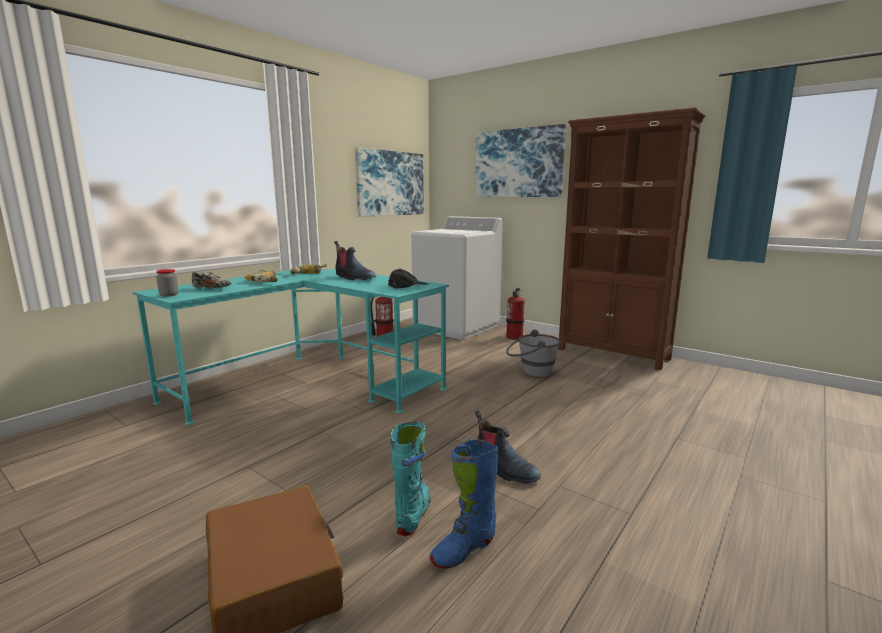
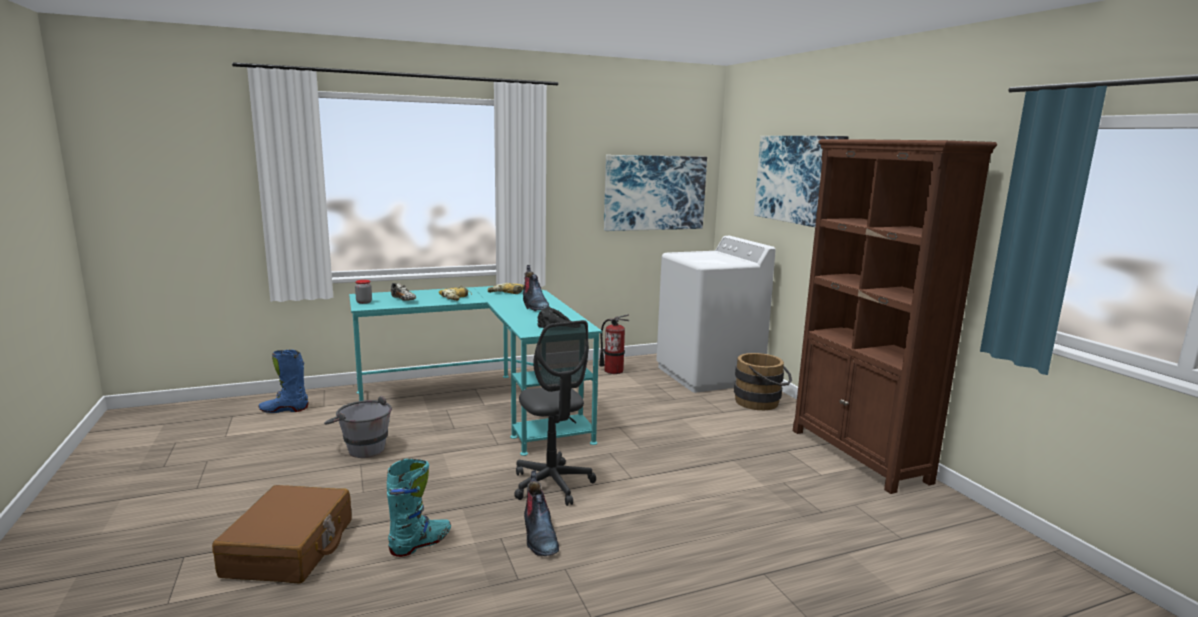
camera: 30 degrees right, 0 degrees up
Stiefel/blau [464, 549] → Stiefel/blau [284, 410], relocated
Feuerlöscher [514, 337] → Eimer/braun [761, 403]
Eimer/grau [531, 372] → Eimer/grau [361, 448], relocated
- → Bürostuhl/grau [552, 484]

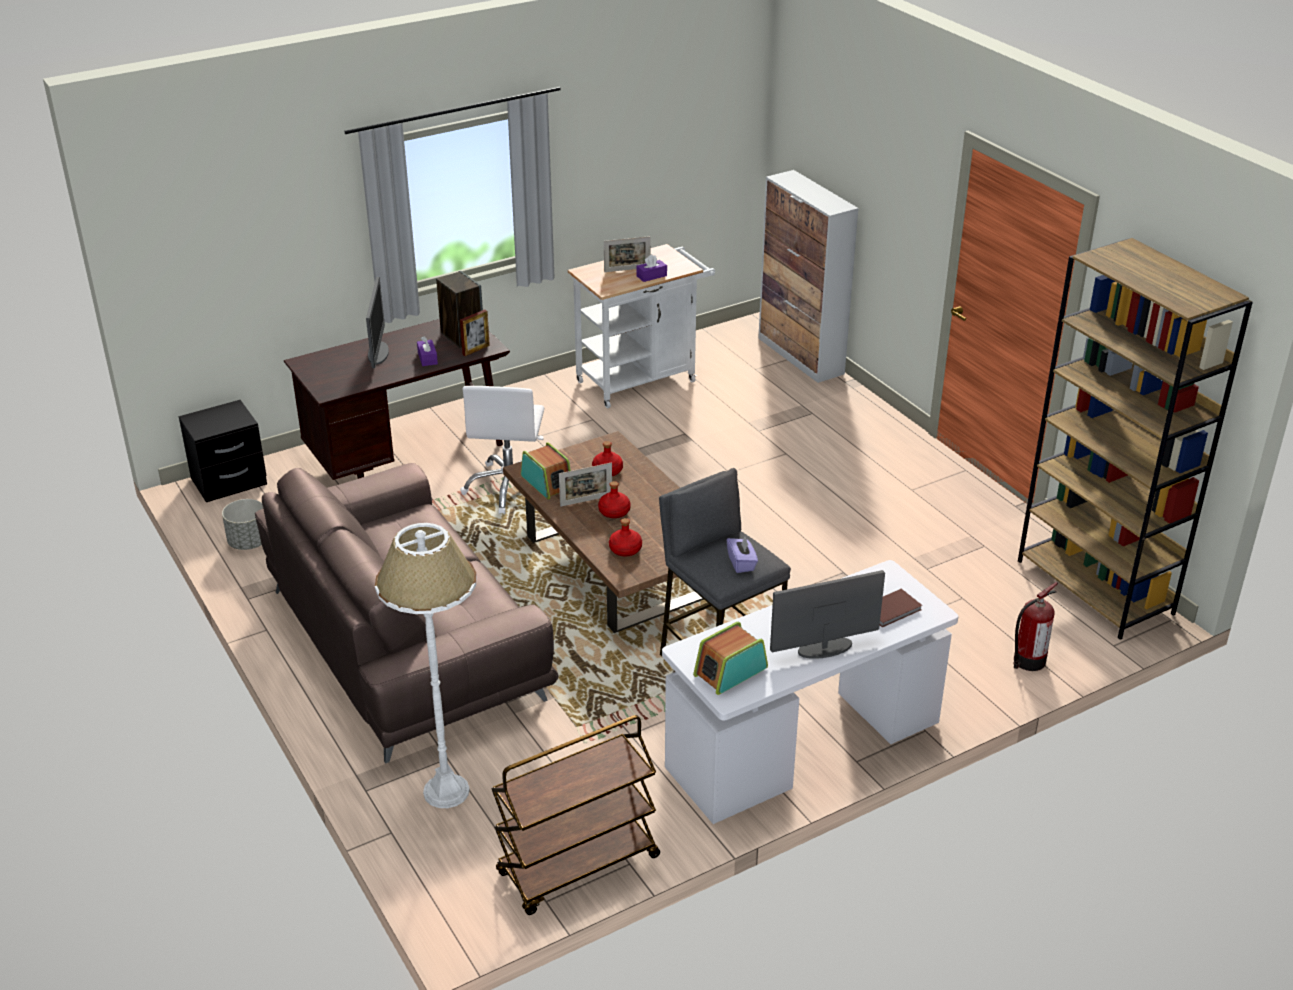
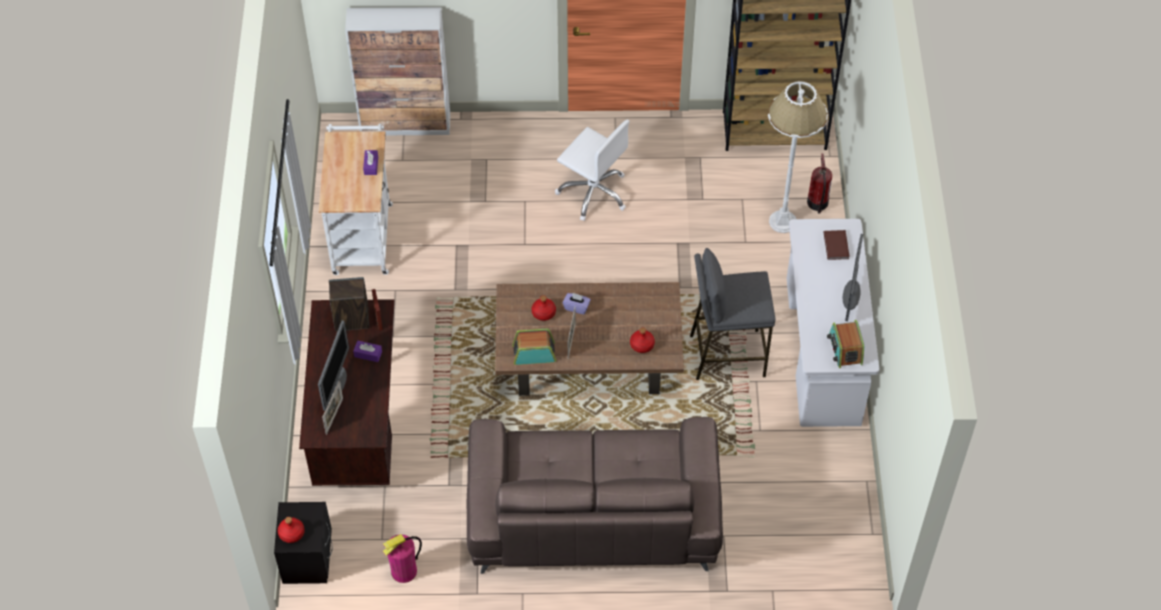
camera: 60 degrees left, 20 degrees up
Pflanzkübel/grau [248, 542] → Feuerlöscher [404, 571]
Monitor [378, 353] → Monitor [336, 382], 75 degrees clockwise
Stehlampe/weiß [446, 791] → Stehlampe/weiß [782, 221], relocated
Bürostuhl/weiß [510, 487] → Bürostuhl/weiß [593, 192], relocated
Rollwagen/braun [578, 867] → -
Flasche/rot [614, 512] → Flasche/rot [291, 533], relocated
Bilderrahmen [627, 269] → Bilderrahmen [334, 416], relocated
Taschentuchbox/lila [741, 563] → Taschentuchbox/lila [576, 307], relocated

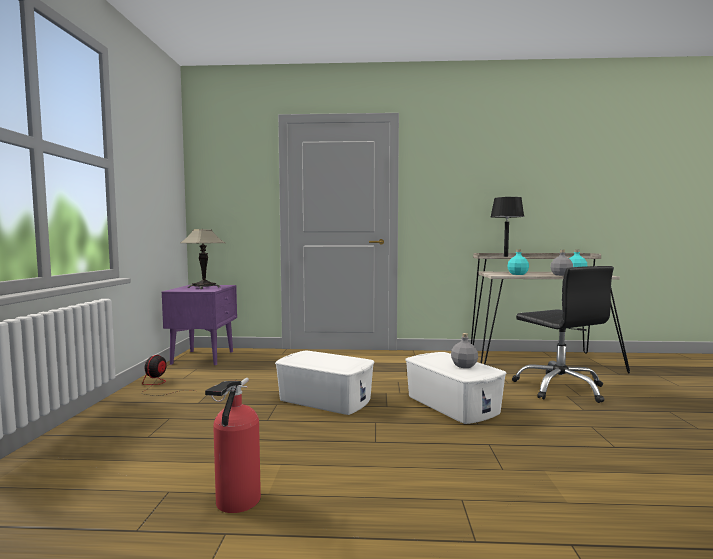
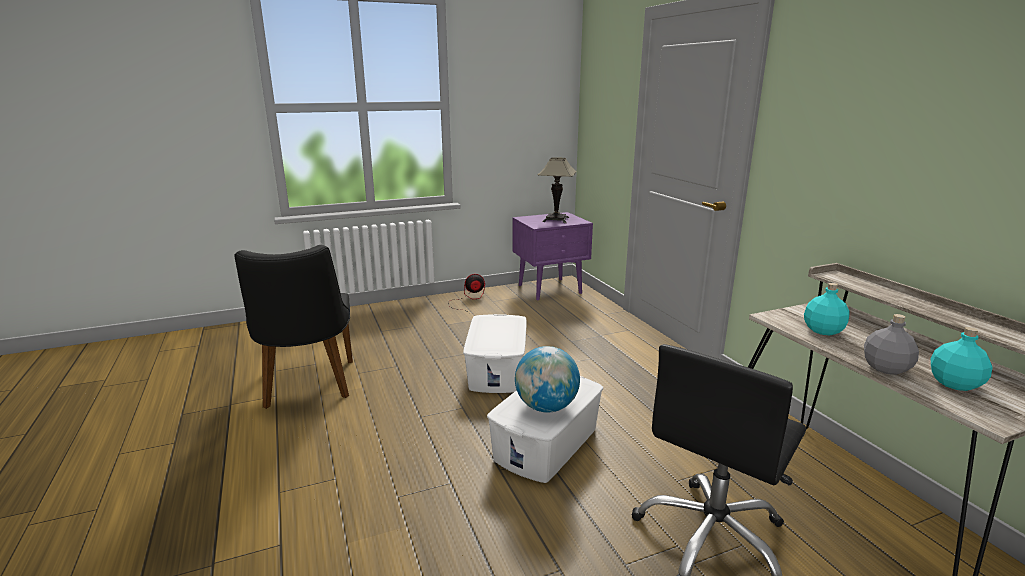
camera: 65 degrees right, 15 degrees up
Feuerlöscher [235, 503] → Stuhl/schwarz [307, 388]
Flasche/grau [464, 366] → Globus [546, 407]
Tischlampe/schwarz [505, 256] → -

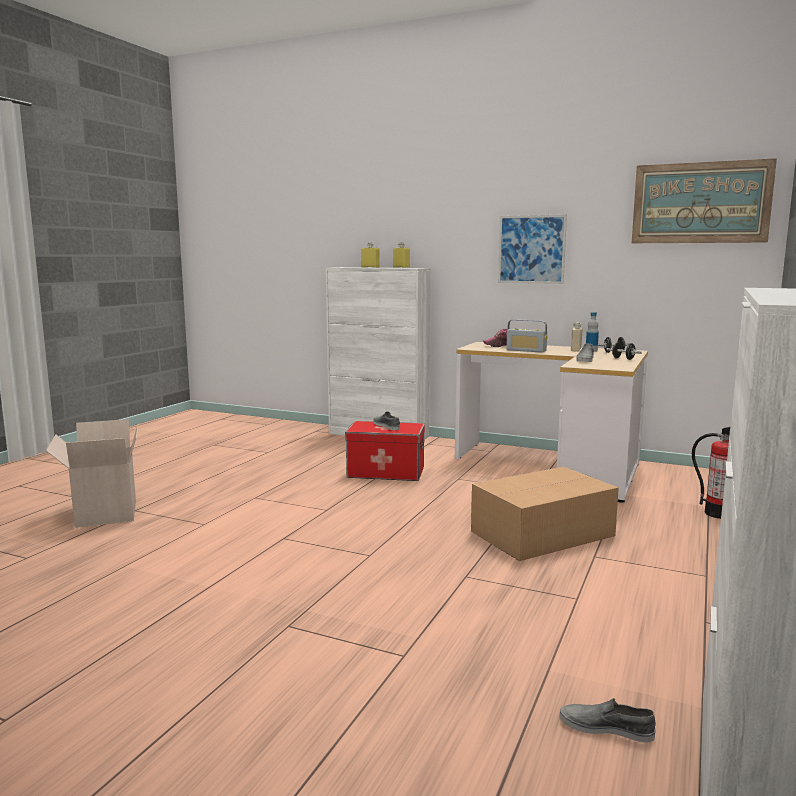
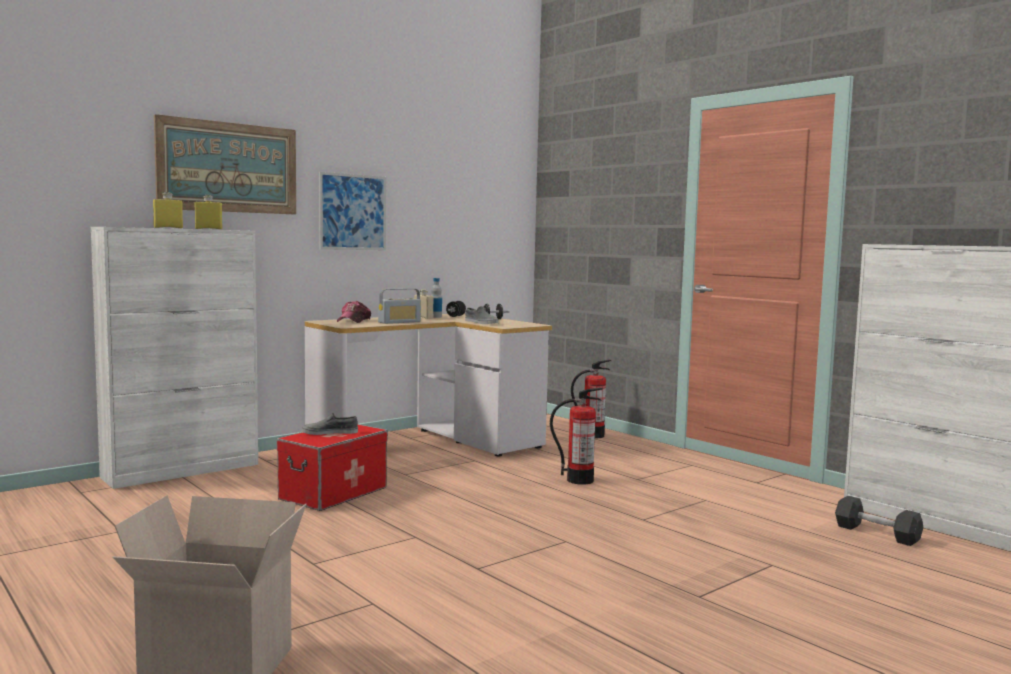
camera: 65 degrees left, 5 degrees down
Karton [544, 533] → Feuerlöscher [579, 480]
Schuh/grau [606, 727] → Hantel/grau [877, 534]
Bild [700, 203] → Bild [228, 167], relocated

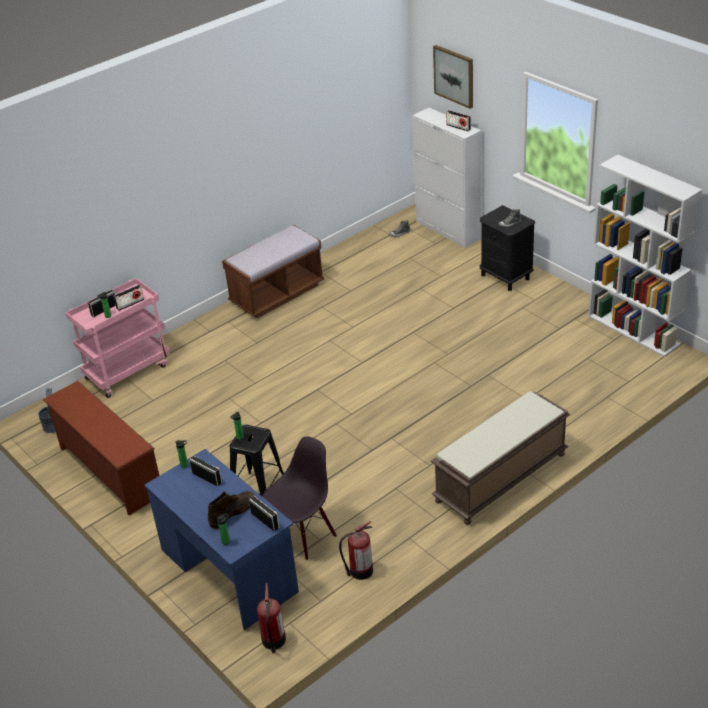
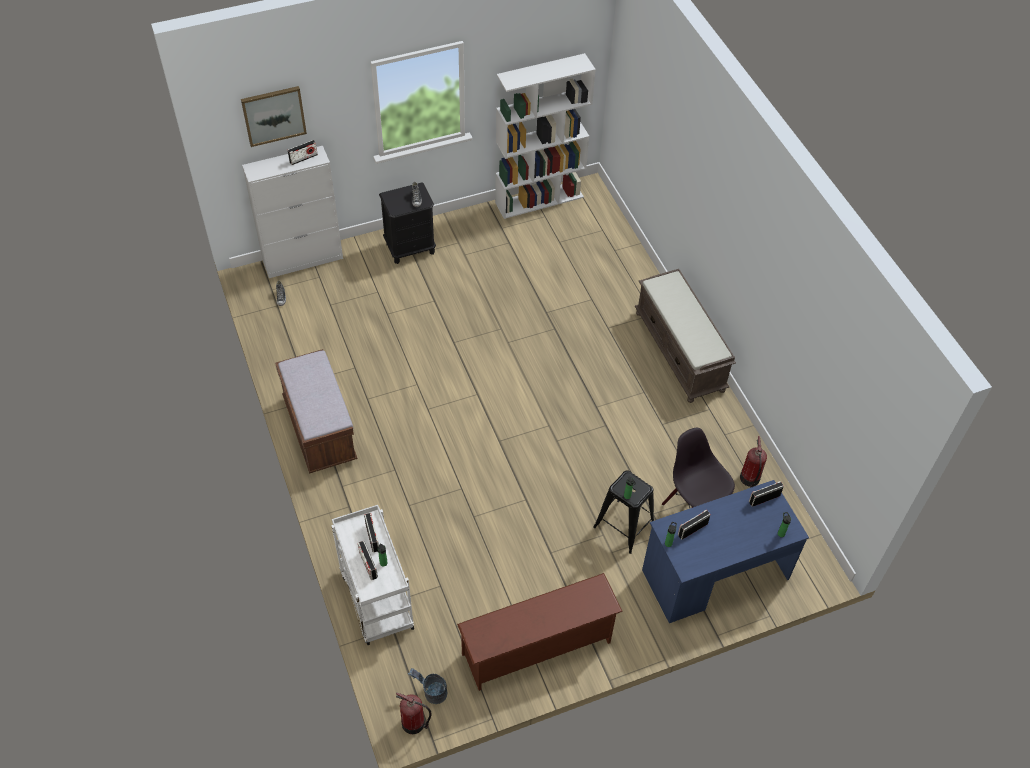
camera: 75 degrees left, 15 degrees up
Rollwagen/rosa [128, 371] → Rollwagen/weiß [375, 600]
Stiefel/braun [233, 512] → -
Feuerlöscher [273, 641] → Feuerlöscher [414, 723], relocated

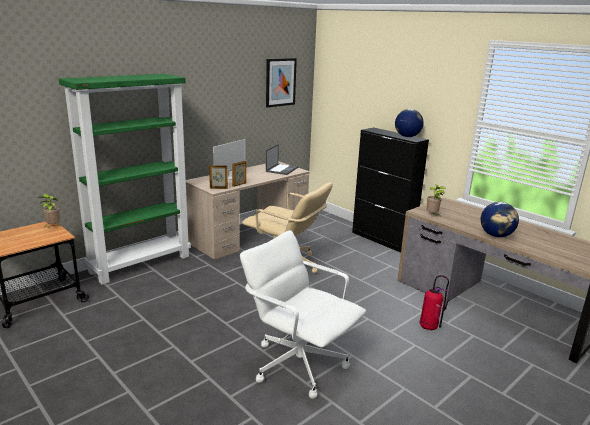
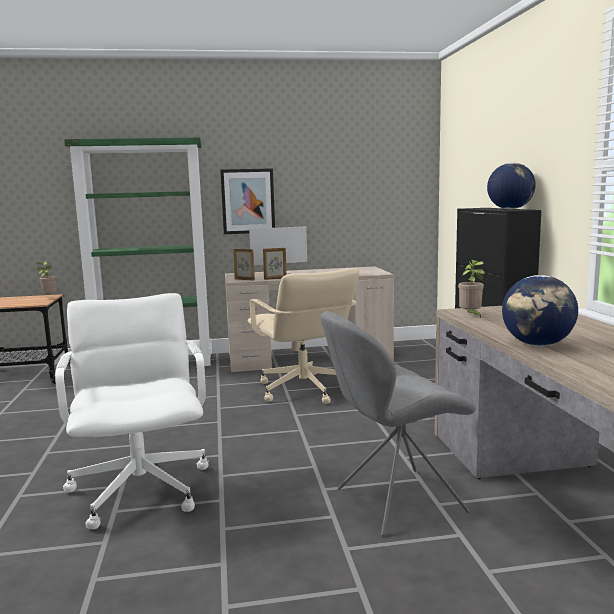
camera: 35 degrees right, 10 degrees down
Bild [280, 82] → Bild [248, 201], relocated
Laptop [282, 169] → -
Feuerlöscher [429, 327] → Stuhl/grau [395, 501]

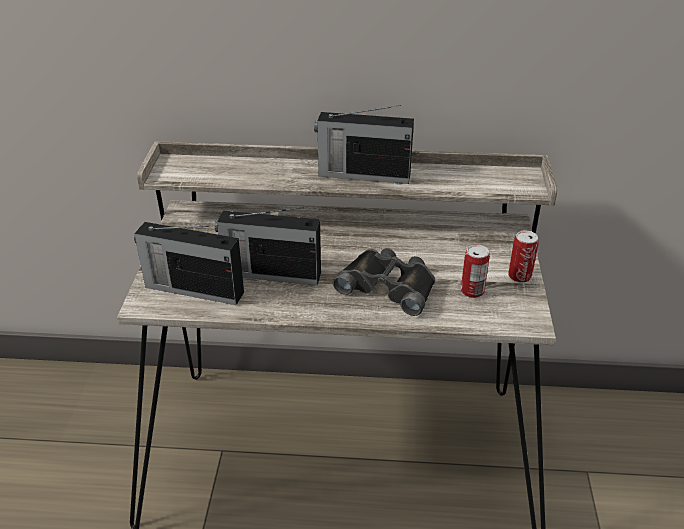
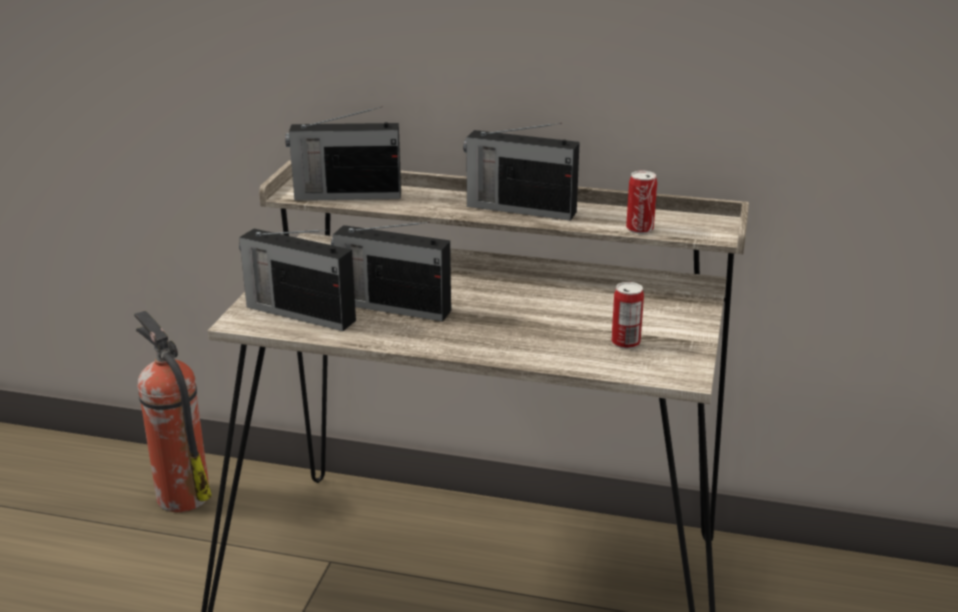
camera: 10 degrees right, 10 degrees down
Fernglas/schwarz [388, 286] → -
Dose [519, 276] → Dose [639, 229], relocated
- → Feuerlöscher [182, 494]
- → Radio [346, 195]

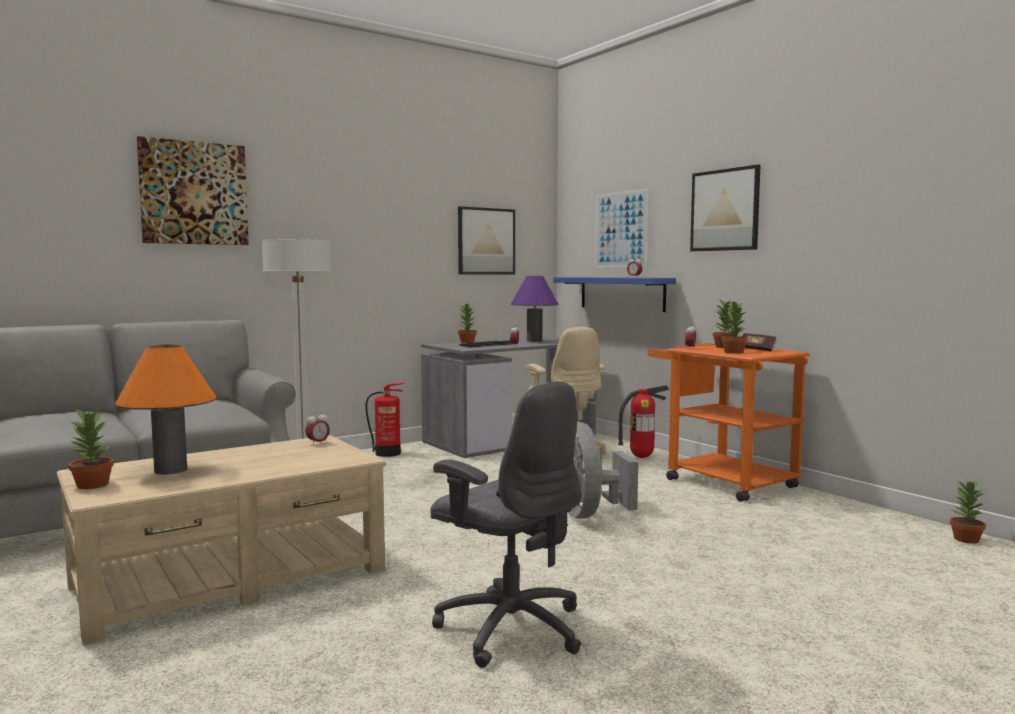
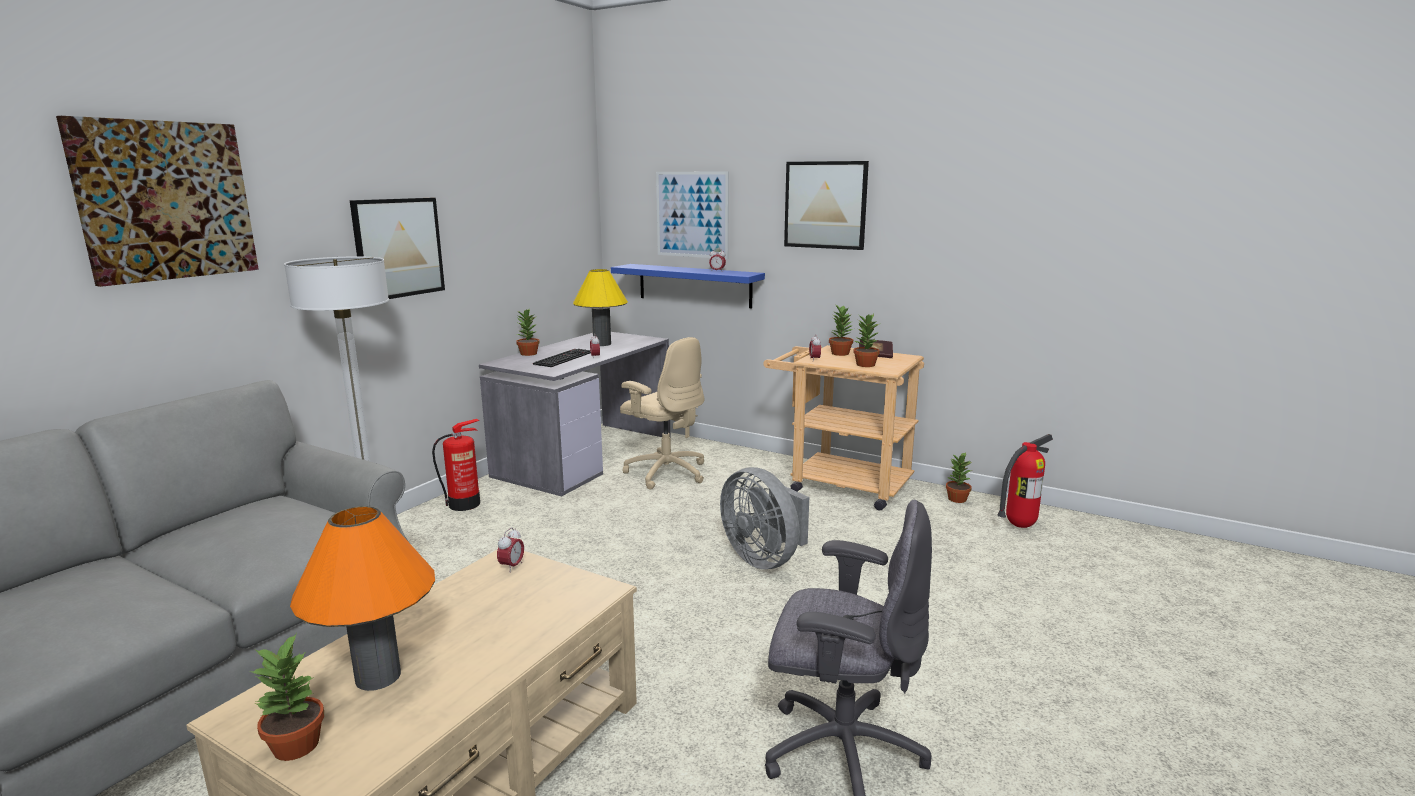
camera: 25 degrees left, 10 degrees up
Bild [486, 241] → Bild [398, 248], relocated
Tischlampe/lila [534, 341] → Tischlampe/gelb [602, 344]
Feuerlöscher [641, 457] → Feuerlöscher [1019, 525], relocated
Rollwagen/orange [721, 481] → Rollwagen/beige [839, 484]
Topfpflanze [965, 539] → Topfpflanze [956, 499], relocated

